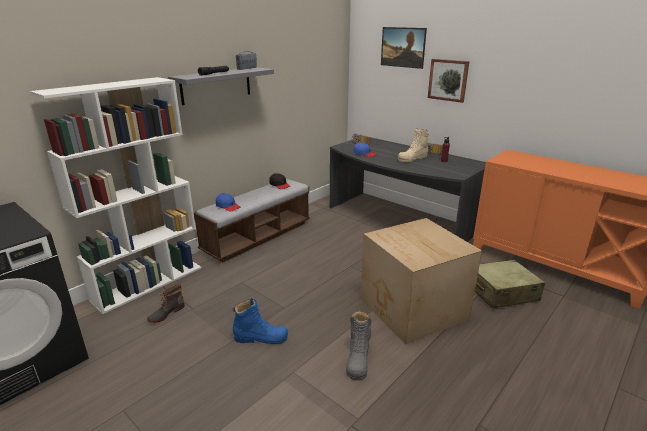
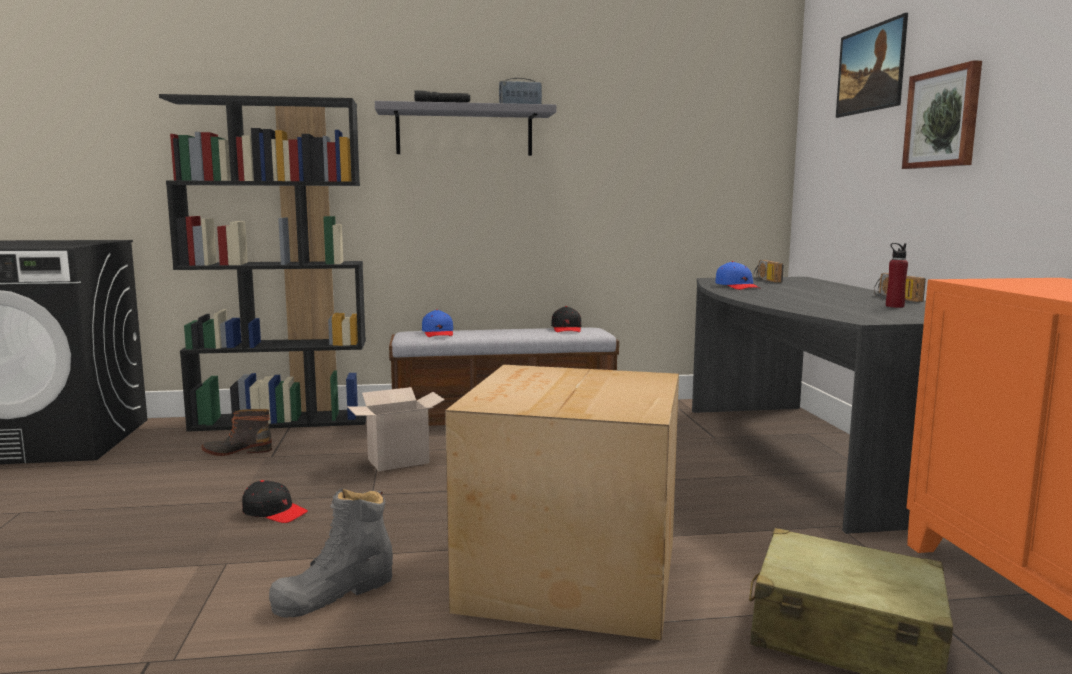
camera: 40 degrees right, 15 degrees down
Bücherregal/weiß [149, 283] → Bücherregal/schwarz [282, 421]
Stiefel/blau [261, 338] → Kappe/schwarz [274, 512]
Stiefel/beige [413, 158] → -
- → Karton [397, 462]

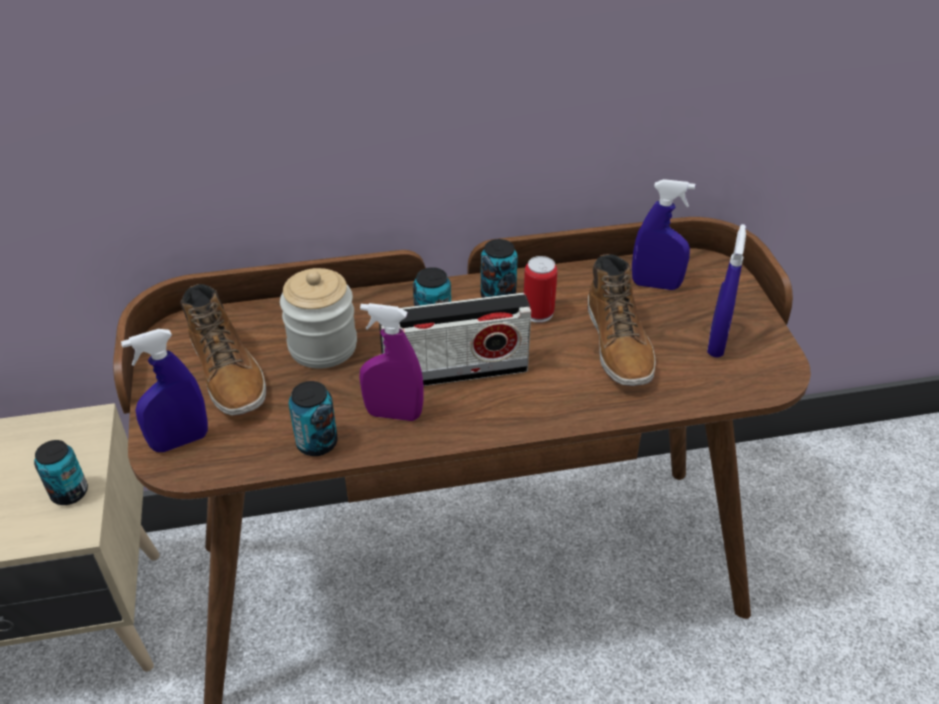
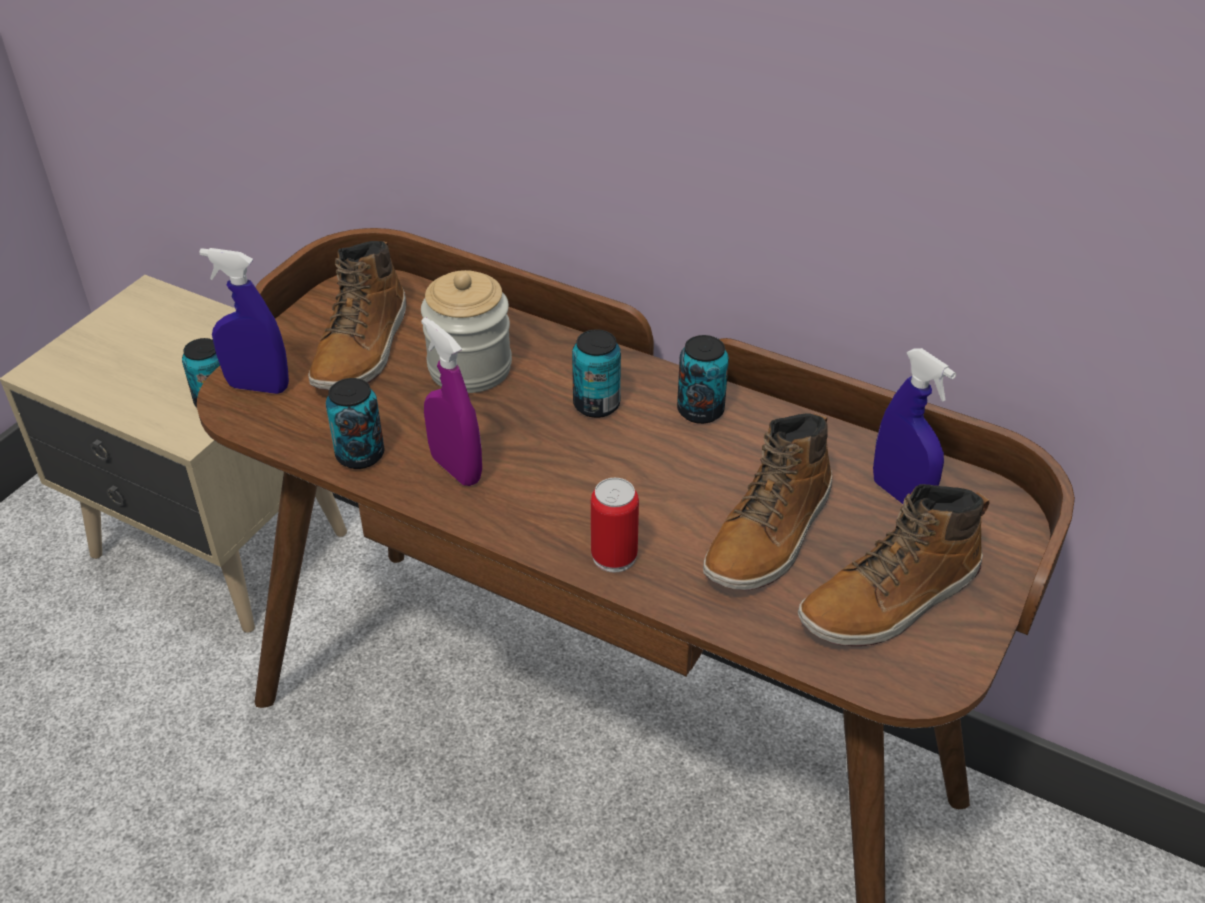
camera: 40 degrees right, 0 degrees up
Radio [455, 372] → -
Dose [538, 313] → Dose [614, 556], relocated
Sprühflasche/blau [716, 343] → Stiefel [891, 599]

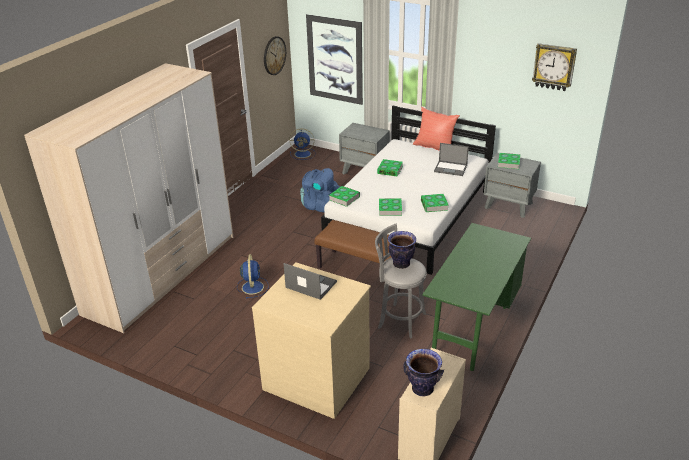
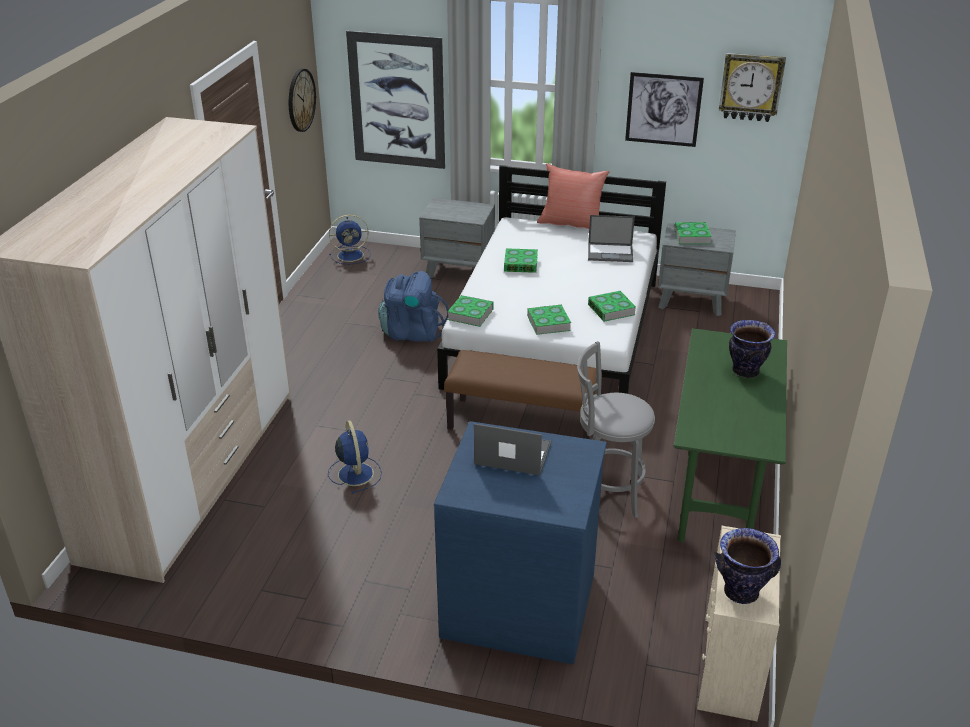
camera: 15 degrees left, 0 degrees up
Kommode/beige [317, 377] → Kommode/blau [519, 603]
Vase [401, 264] → Vase [745, 371], relocated
- → Bild [663, 109]

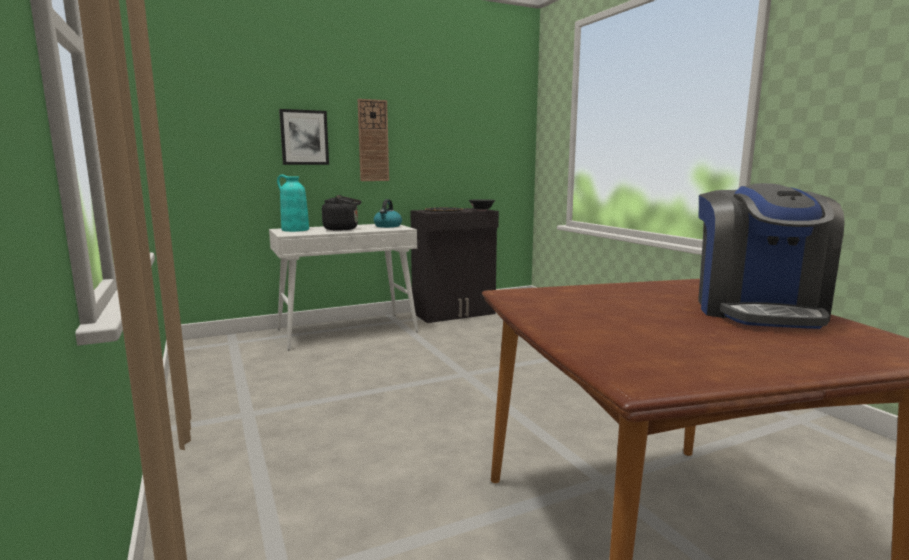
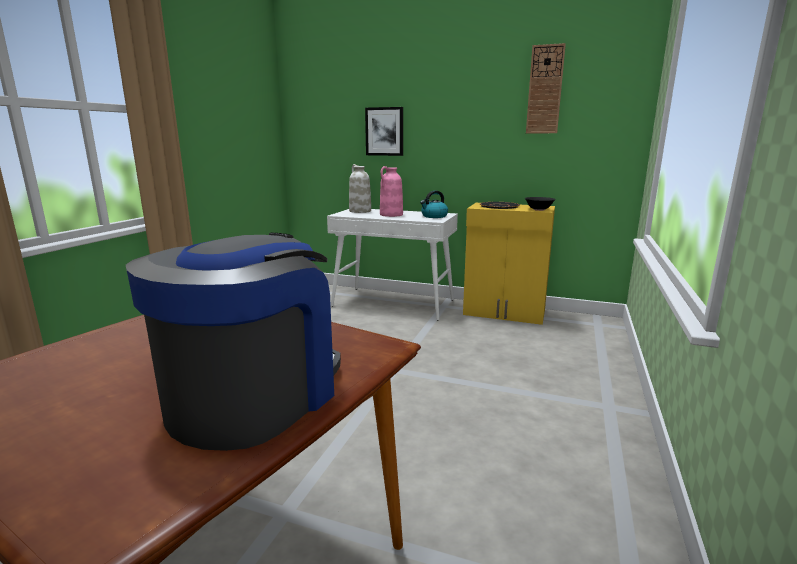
camera: 45 degrees right, 5 degrees up
Vase/türkis [294, 230] → Vase/weiß [359, 211]
Wasserkessel/schwarz [343, 229] → Vase/rosa [391, 215]
Wanduhr [373, 141] → Wanduhr [545, 90], relocated
Schrank/schwarz [454, 313] → Schrank/gelb [504, 313]
Kaffeemaschine [756, 310] → Kaffeemaschine [254, 396], 150 degrees clockwise

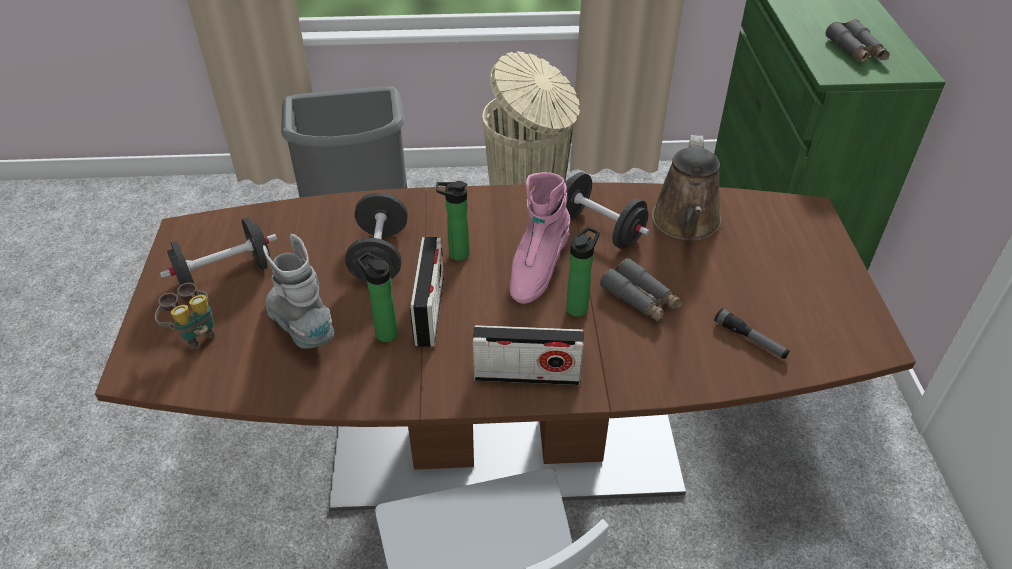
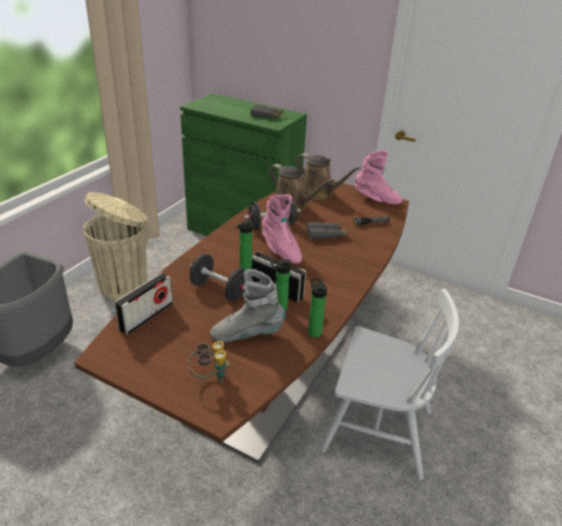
camera: 60 degrees left, 10 degrees down
Hantel/schwarz [226, 275] → -
Radio [527, 375] → Radio [146, 316], relocated
Flasche [579, 307] → Flasche [313, 331], relocated
- → Gießkanne/braun [319, 193]
- → Stiefel/rosa [376, 199]

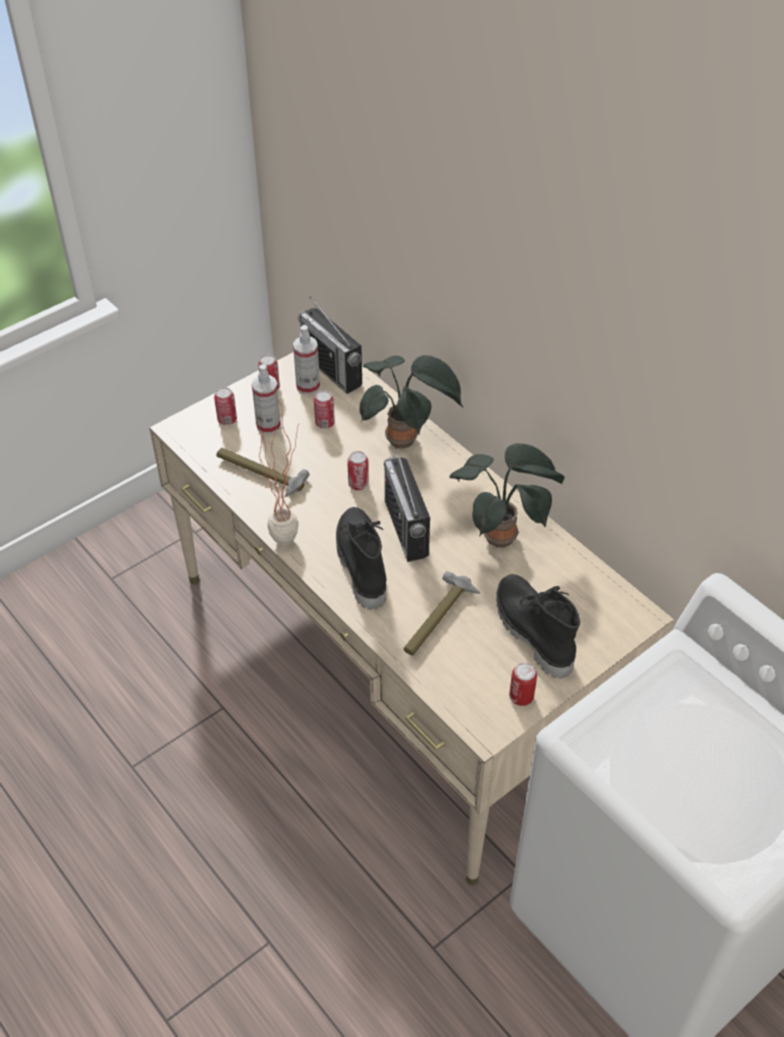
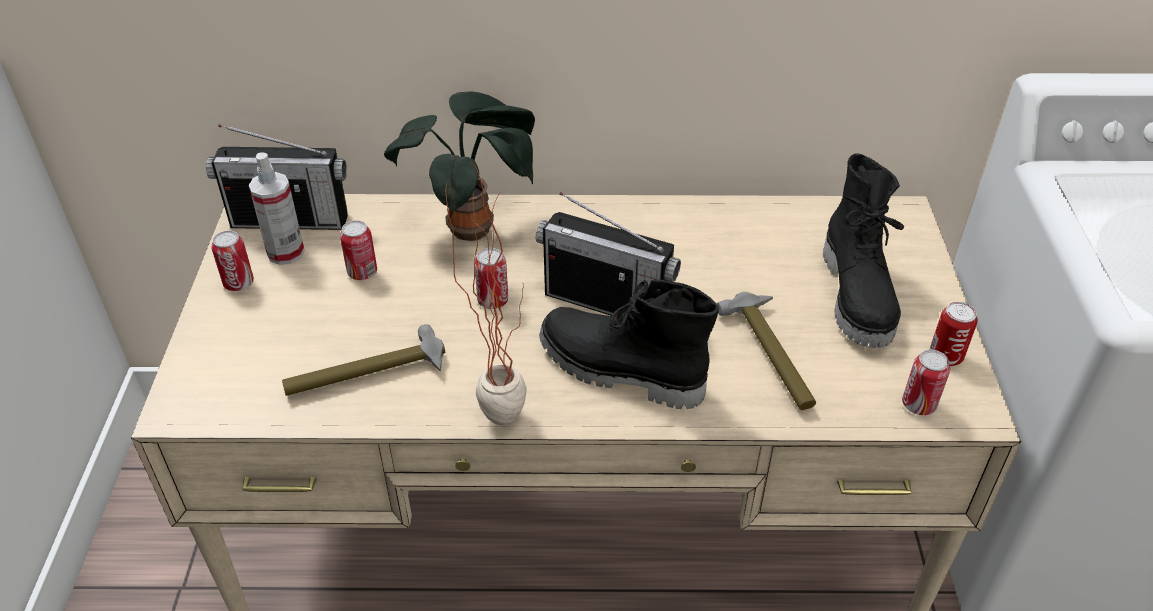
camera: 50 degrees left, 5 degrees down
Dose [227, 420] → Dose [918, 405], relocated
Sprühflasche [268, 425] → -
Topfpflanze [503, 536] → -
Stiefel/schwarz [531, 632] → Stiefel/schwarz [858, 296], 105 degrees counterclockwise

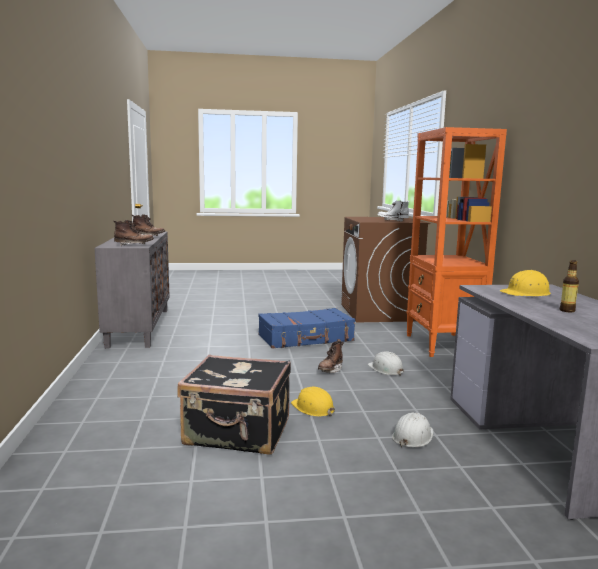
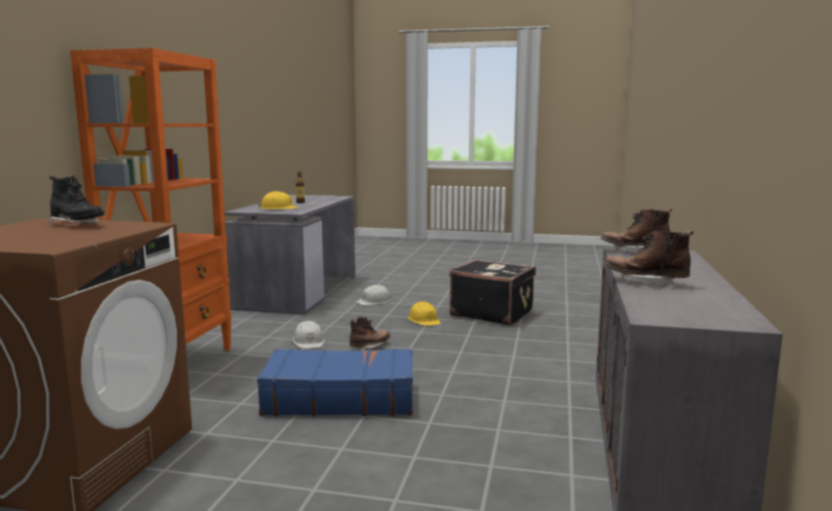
camera: 160 degrees left, 0 degrees up
Stiefel/weiß [393, 221] → Stiefel/schwarz [77, 225]

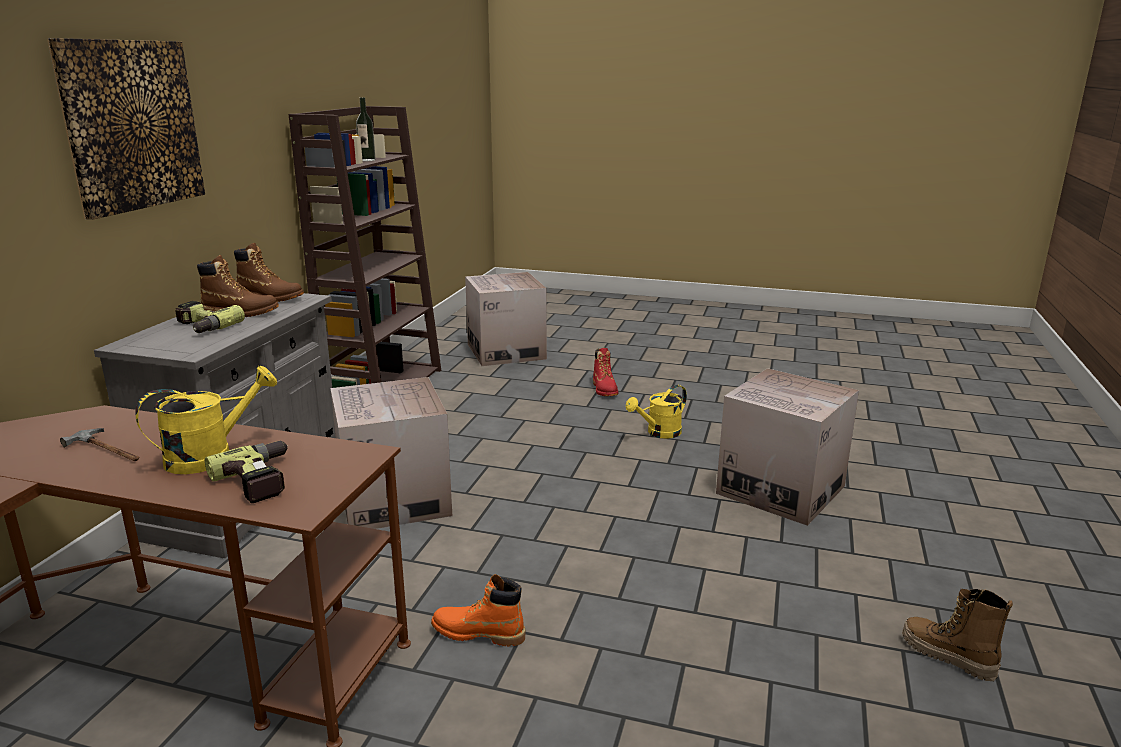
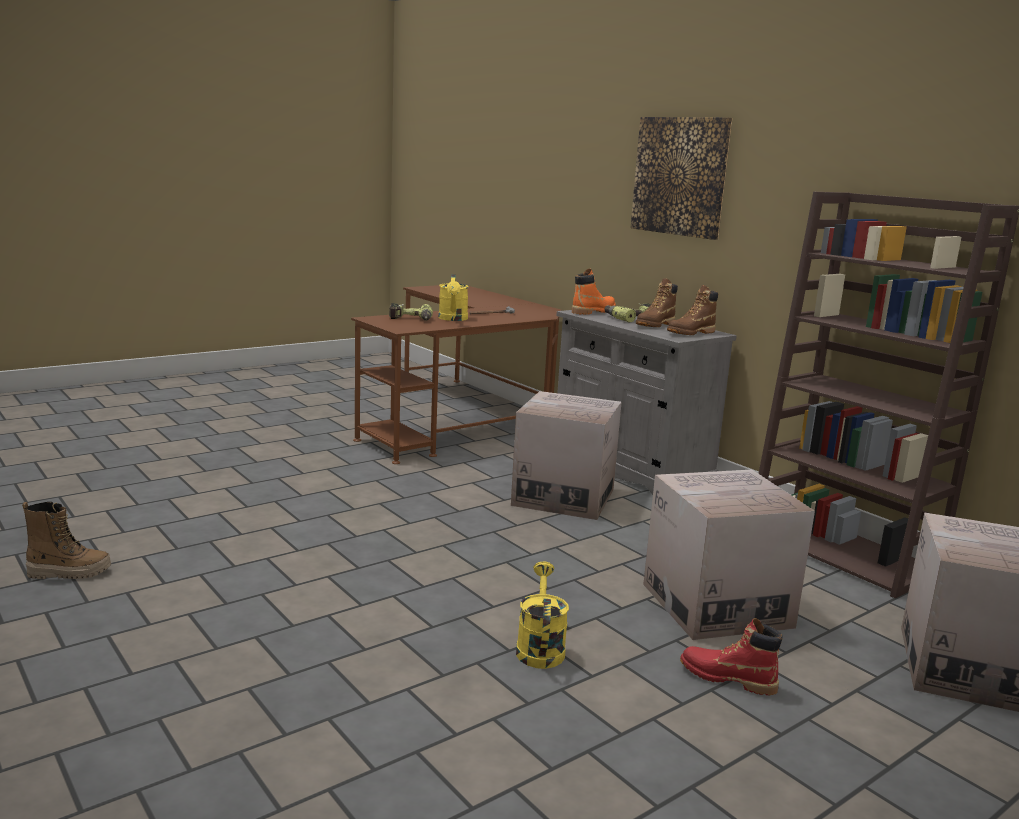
camera: 125 degrees right, 5 degrees down
Flasche [367, 160] → -
Stiefel/orange [478, 633] → Stiefel/orange [593, 311], relocated
Karton [780, 490] → Karton [716, 605], relocated

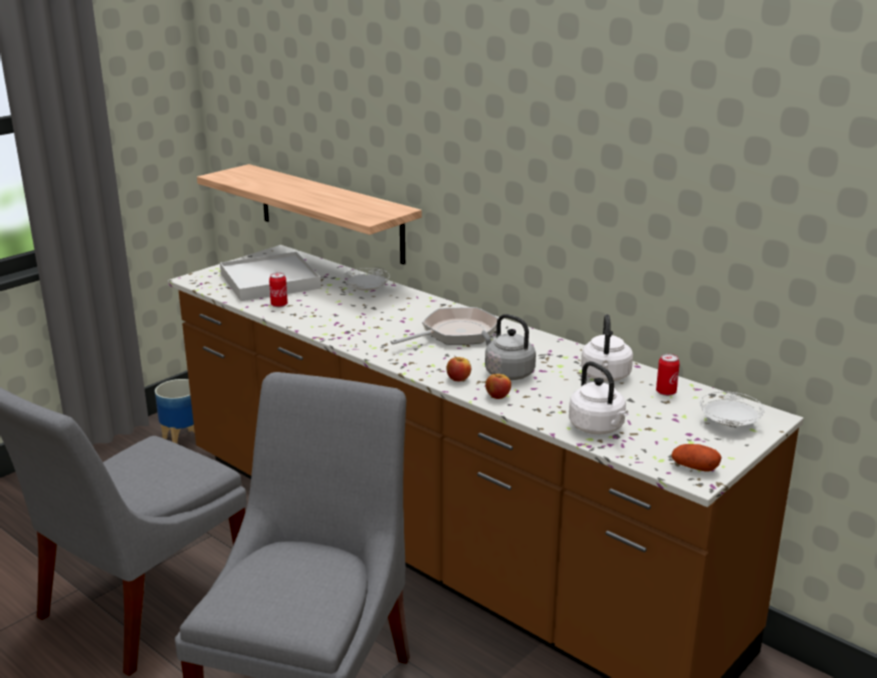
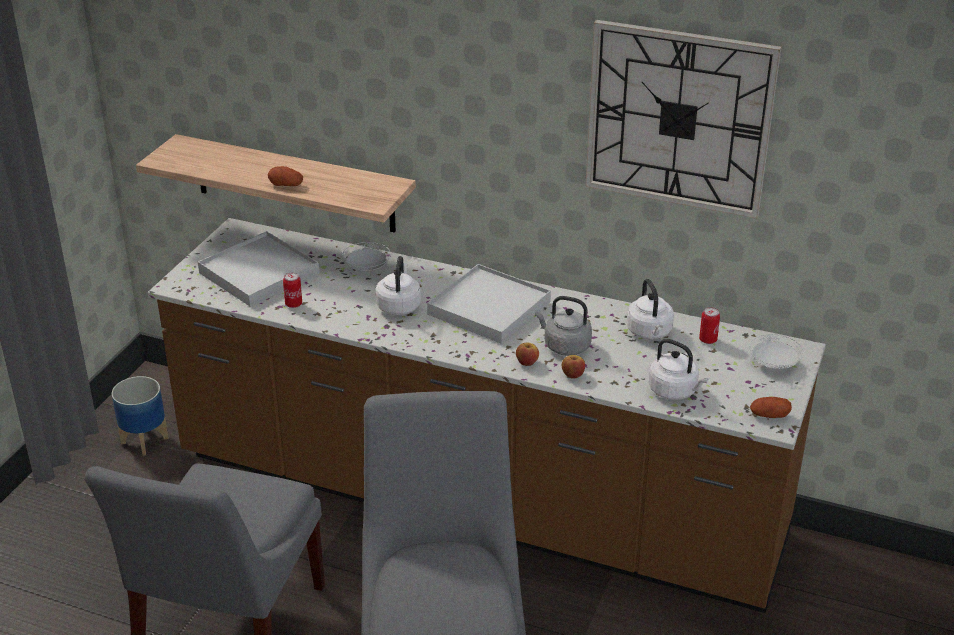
camera: 20 degrees left, 10 degrees up
Pfanne [455, 333] → Tablett/weiß [488, 308]
- → Kartoffel [286, 185]
- → Wasserkessel/weiß [399, 306]
- → Wanduhr [679, 118]

